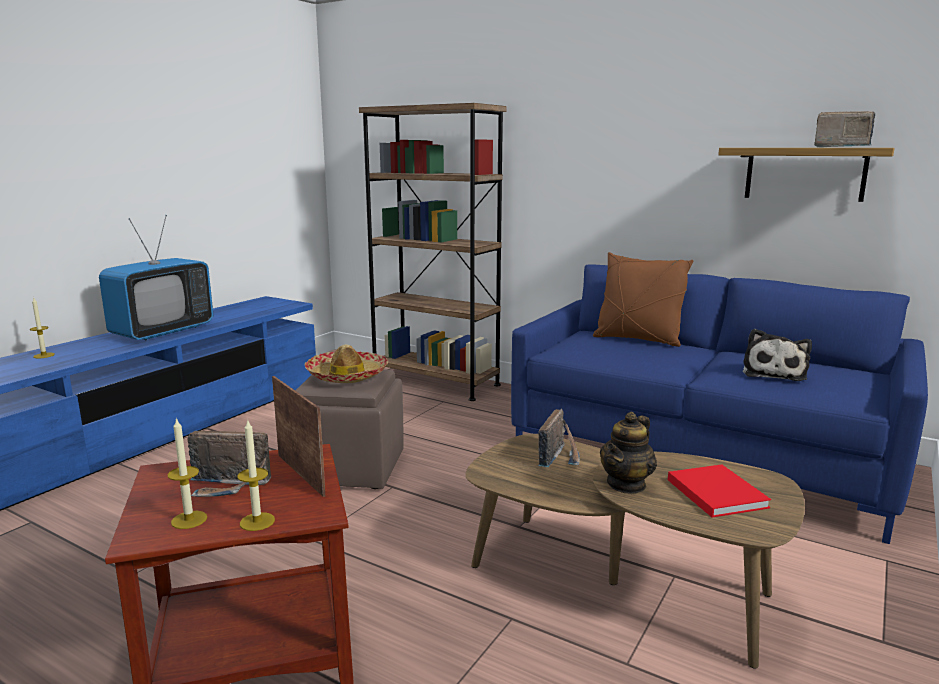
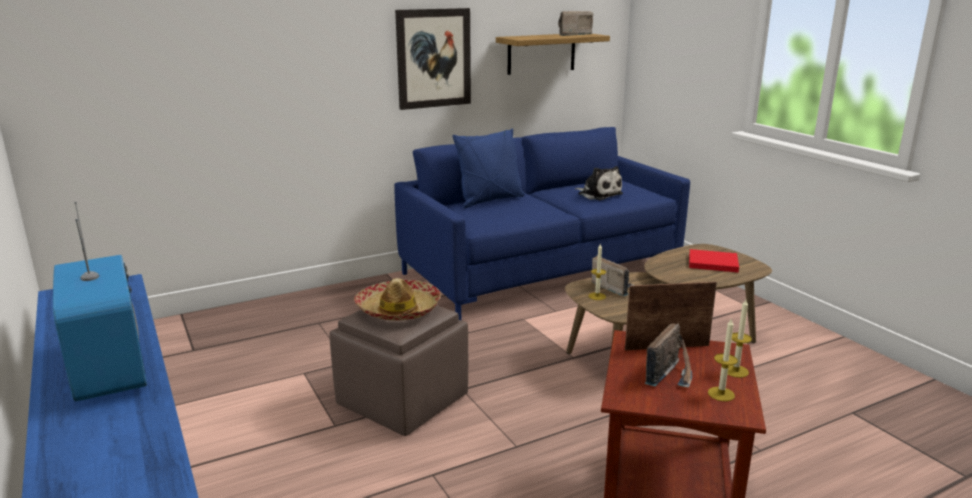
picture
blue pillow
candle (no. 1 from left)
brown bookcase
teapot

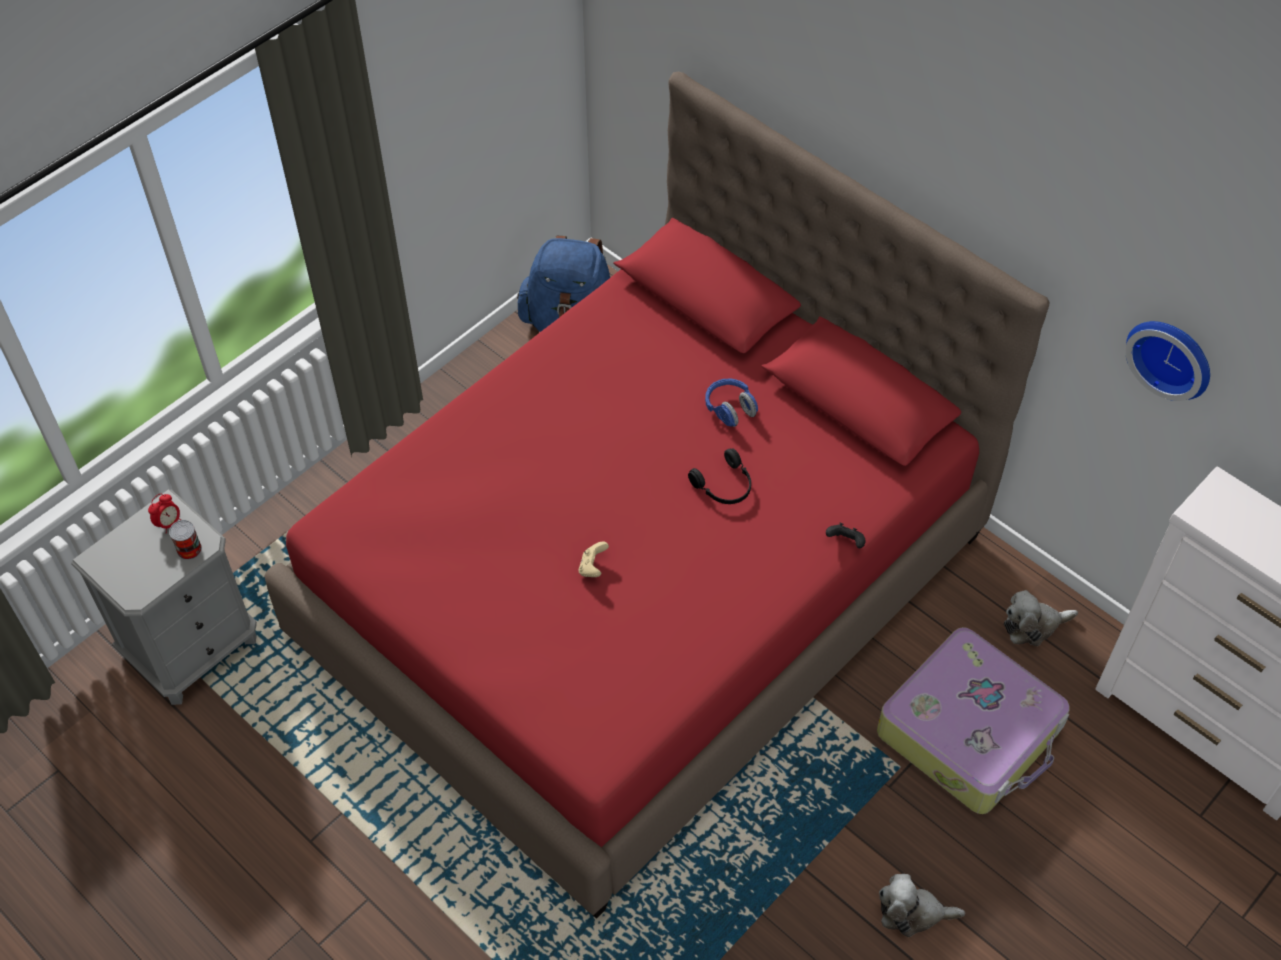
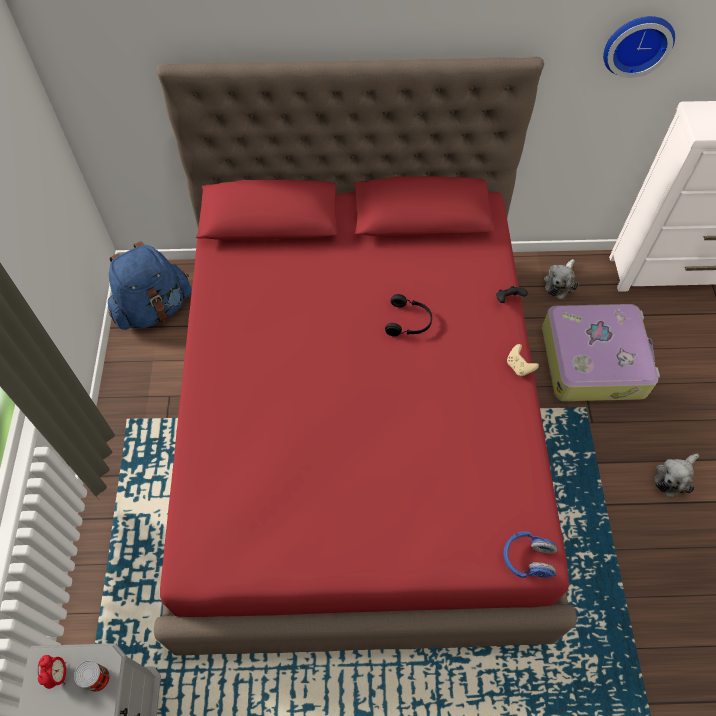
blue headphones
beige game controller

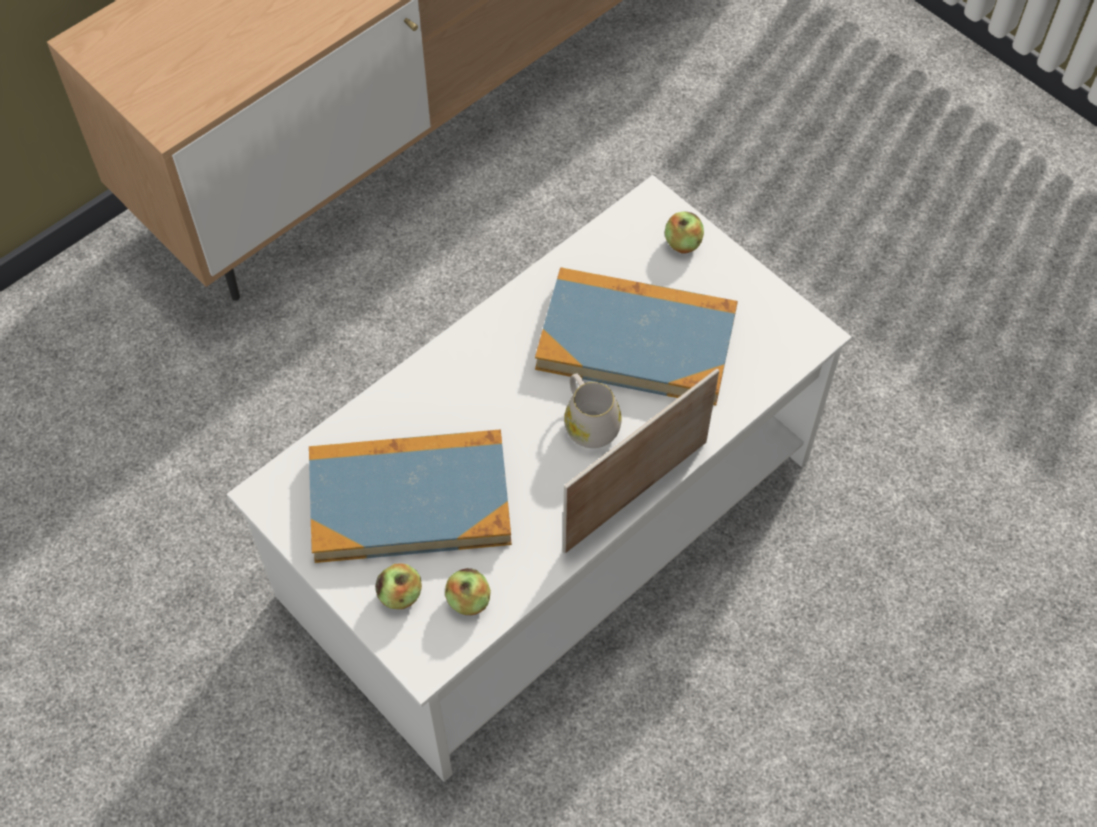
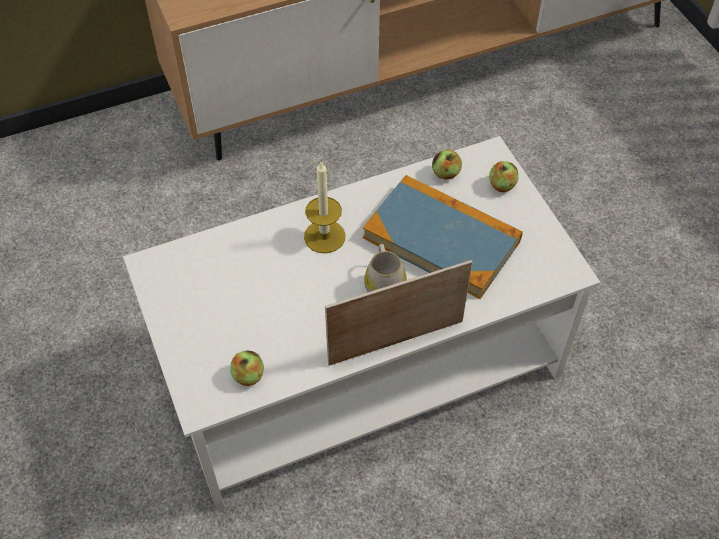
candle
apple (no. 2 from left)
book (no. 1 from left in the first image)

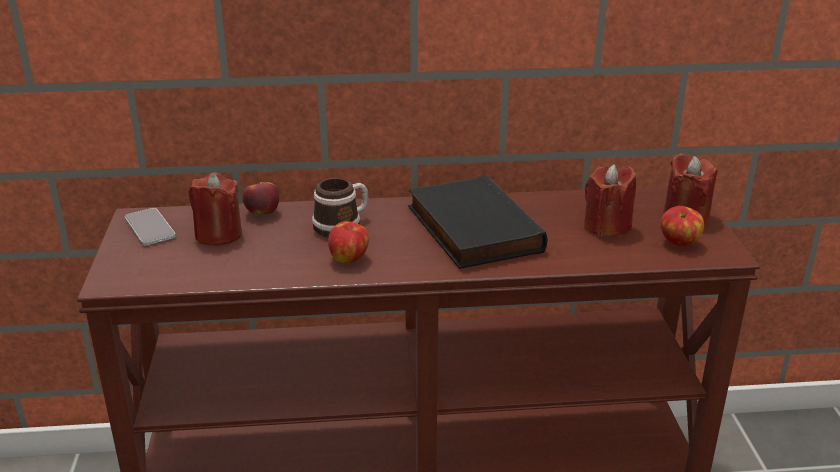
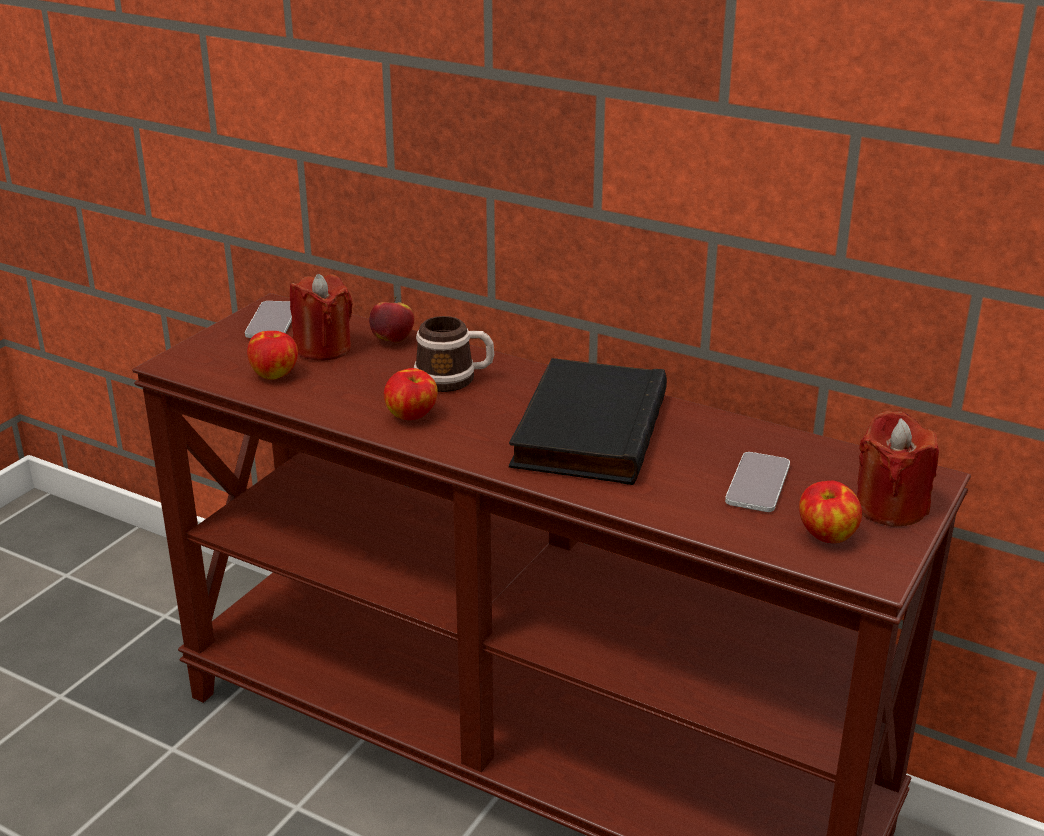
apple (no. 1 from left)
phone (no. 2 from left)

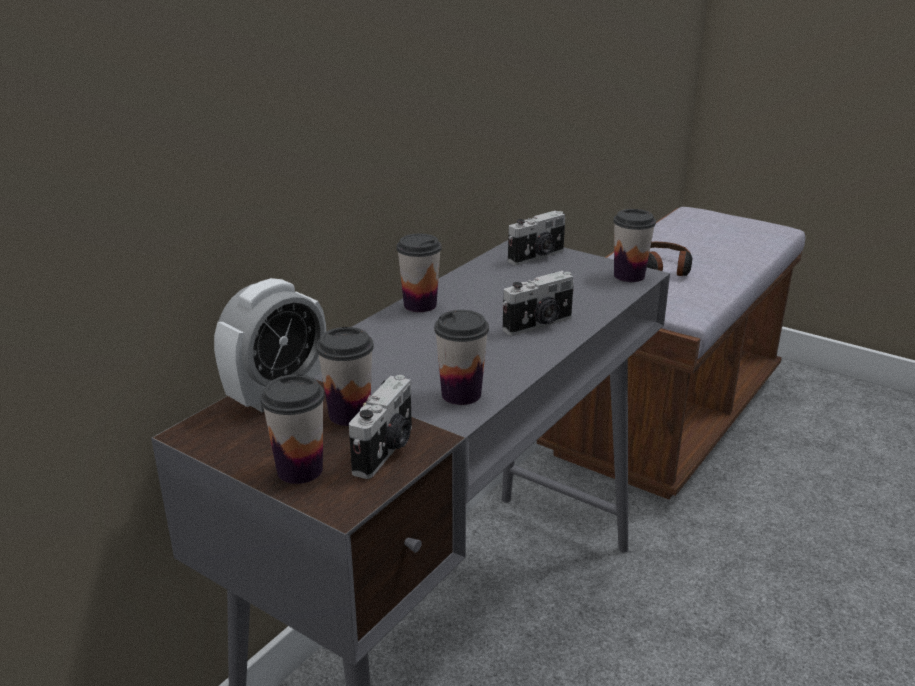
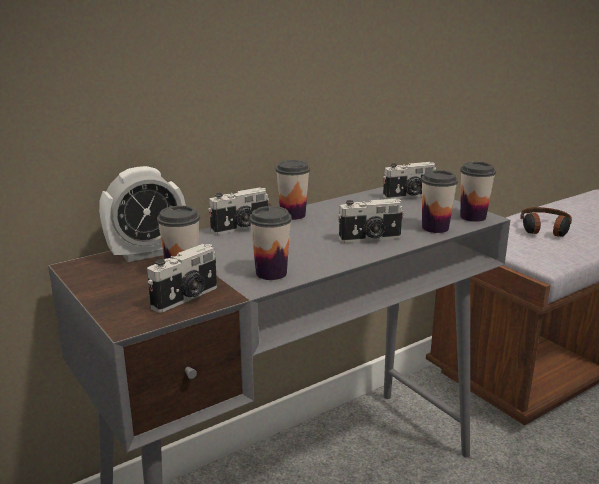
photo camera (no. 2 from left)
cup (no. 4 from left)

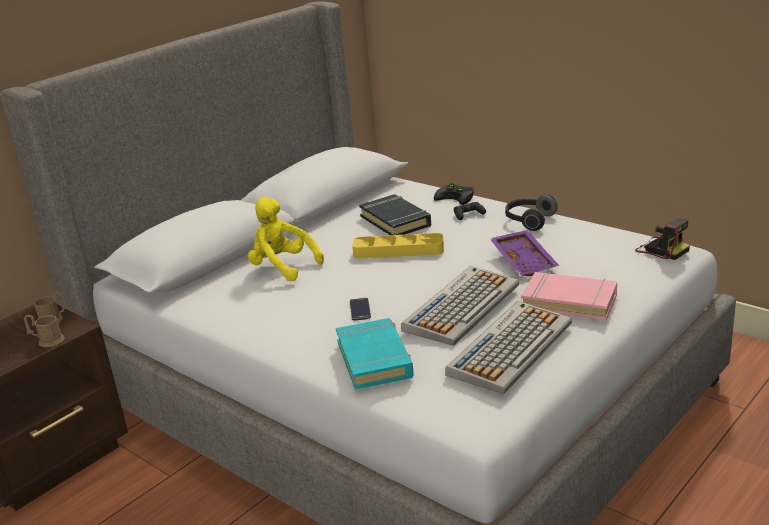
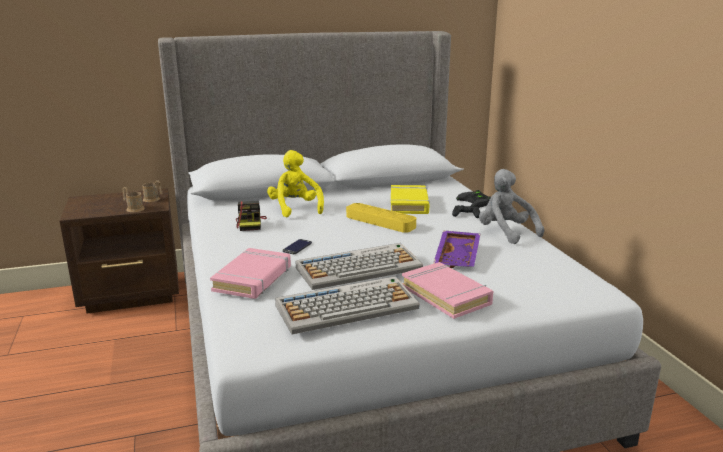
pink book (no. 1 from left)
photo camera
yellow book
grey plush toy

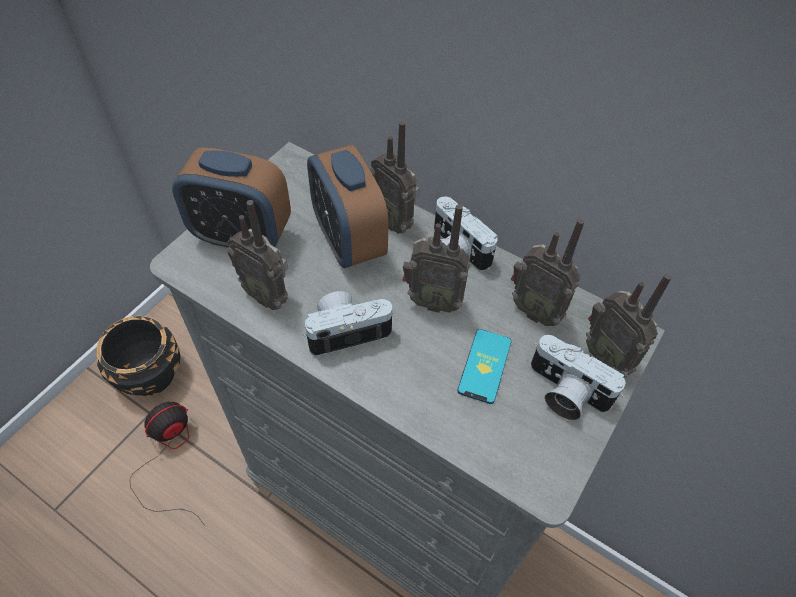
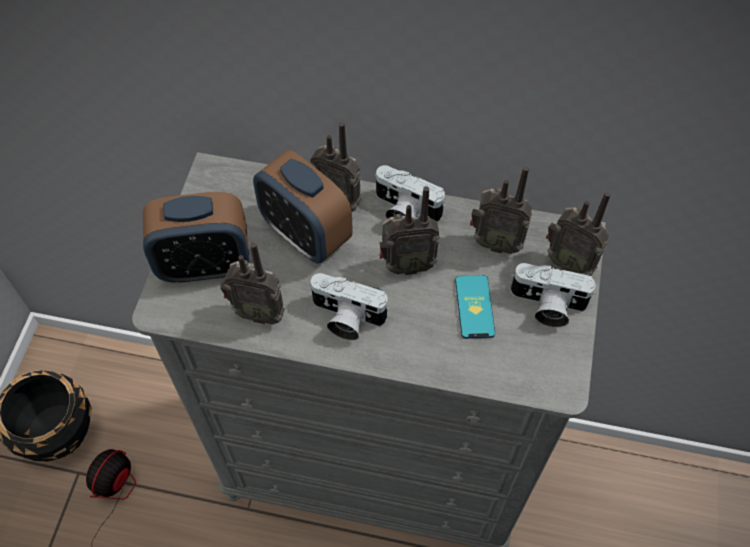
photo camera (no. 1 from left)

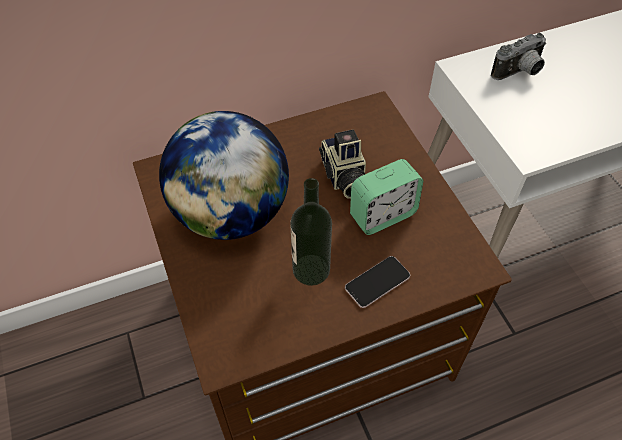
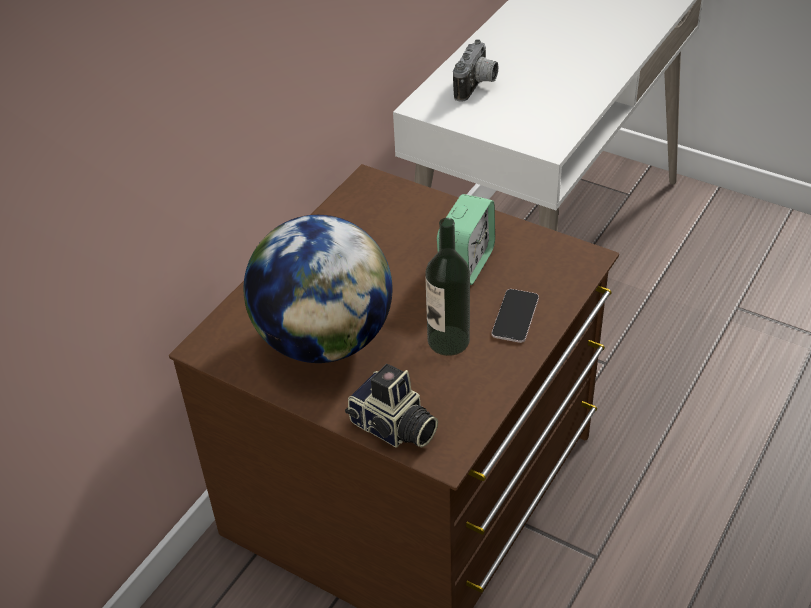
photo camera (no. 1 from left)

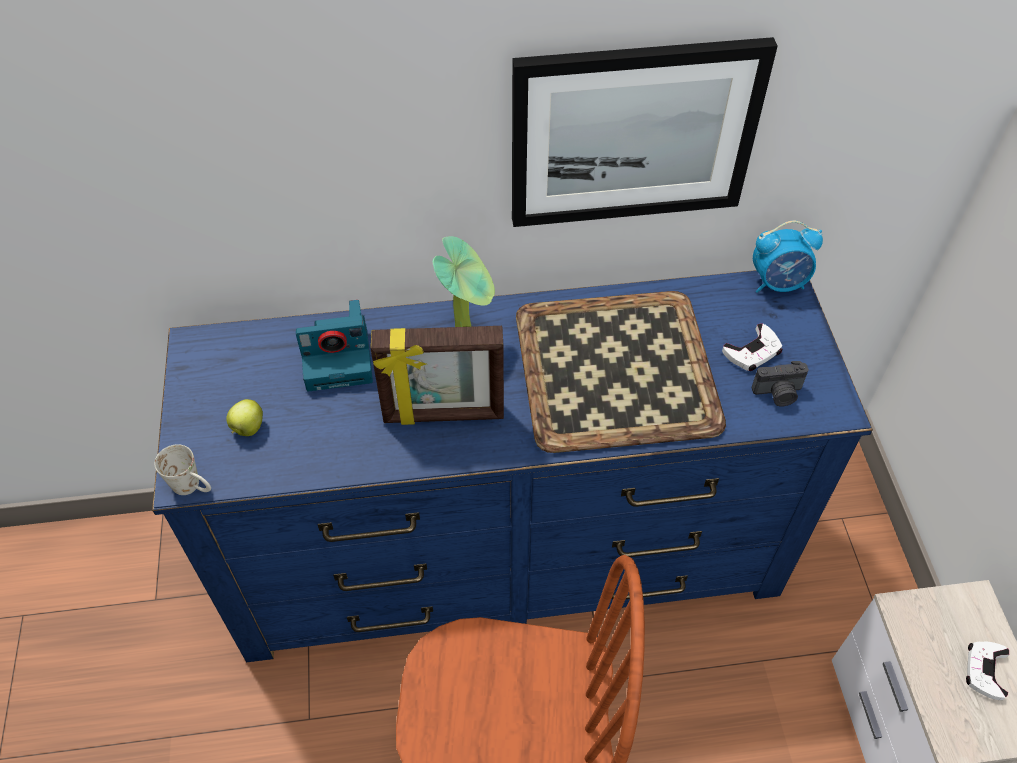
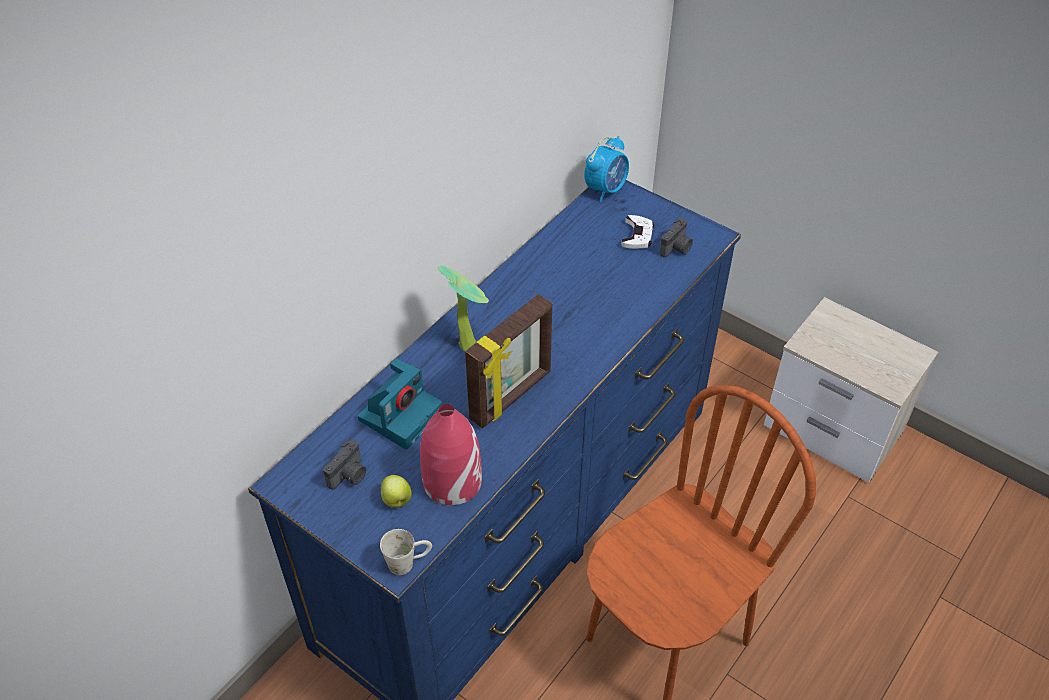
photo camera (no. 1 from left)
red vase
picture
tray
white game controller (no. 2 from left in the first image)

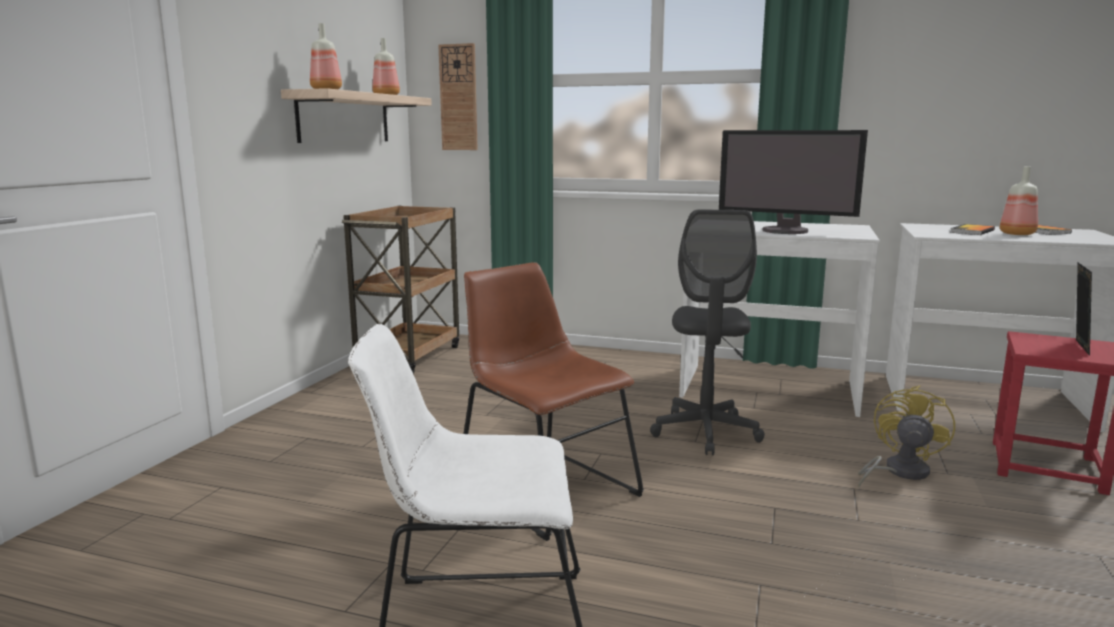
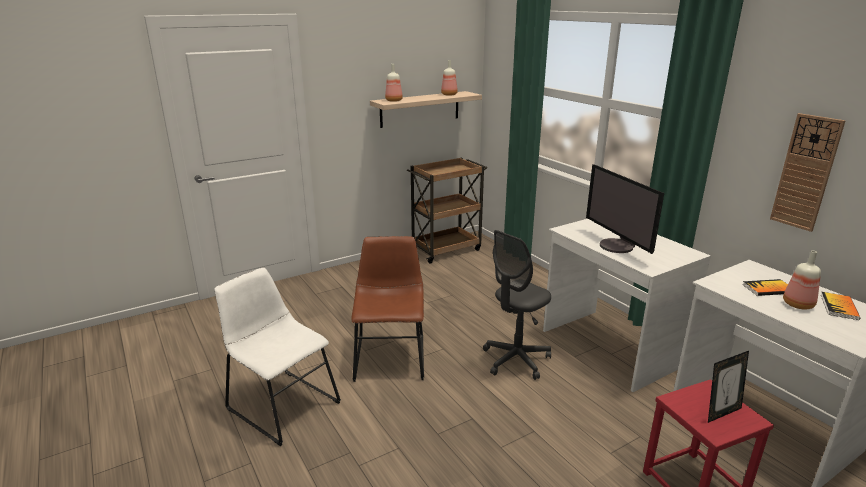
wall clock
yellow fan

